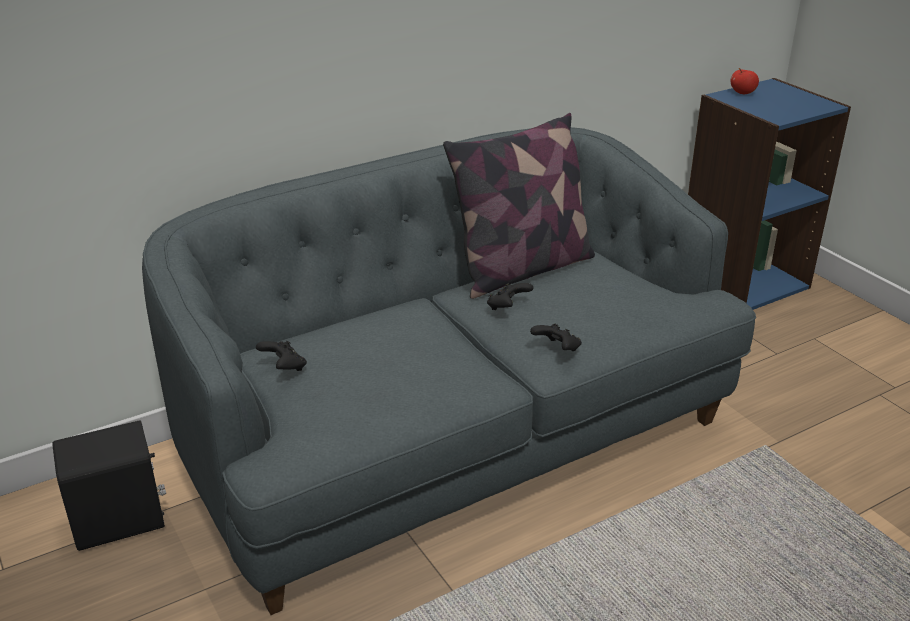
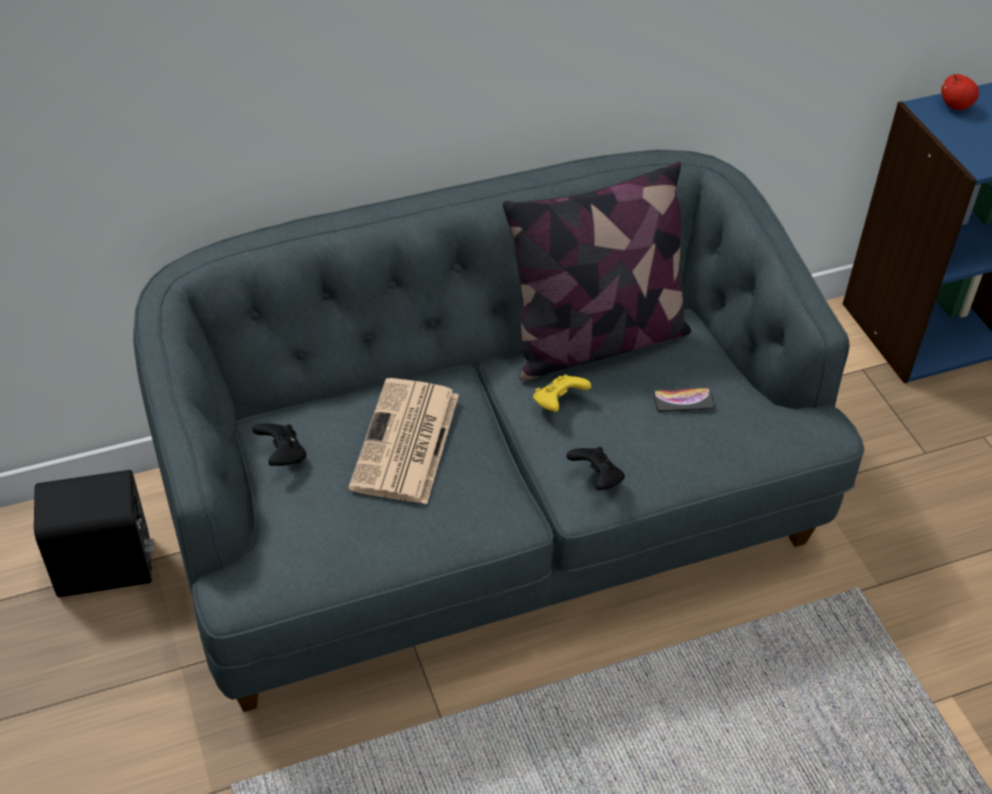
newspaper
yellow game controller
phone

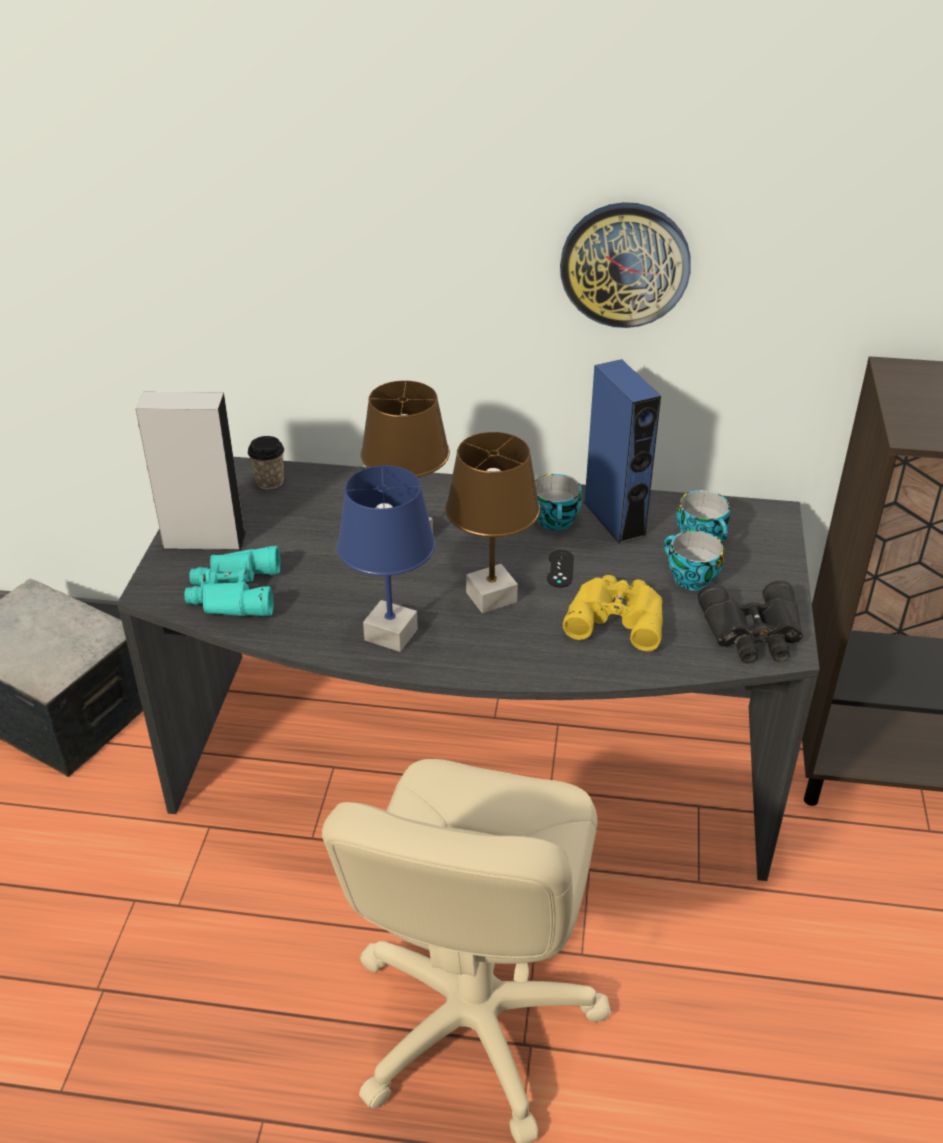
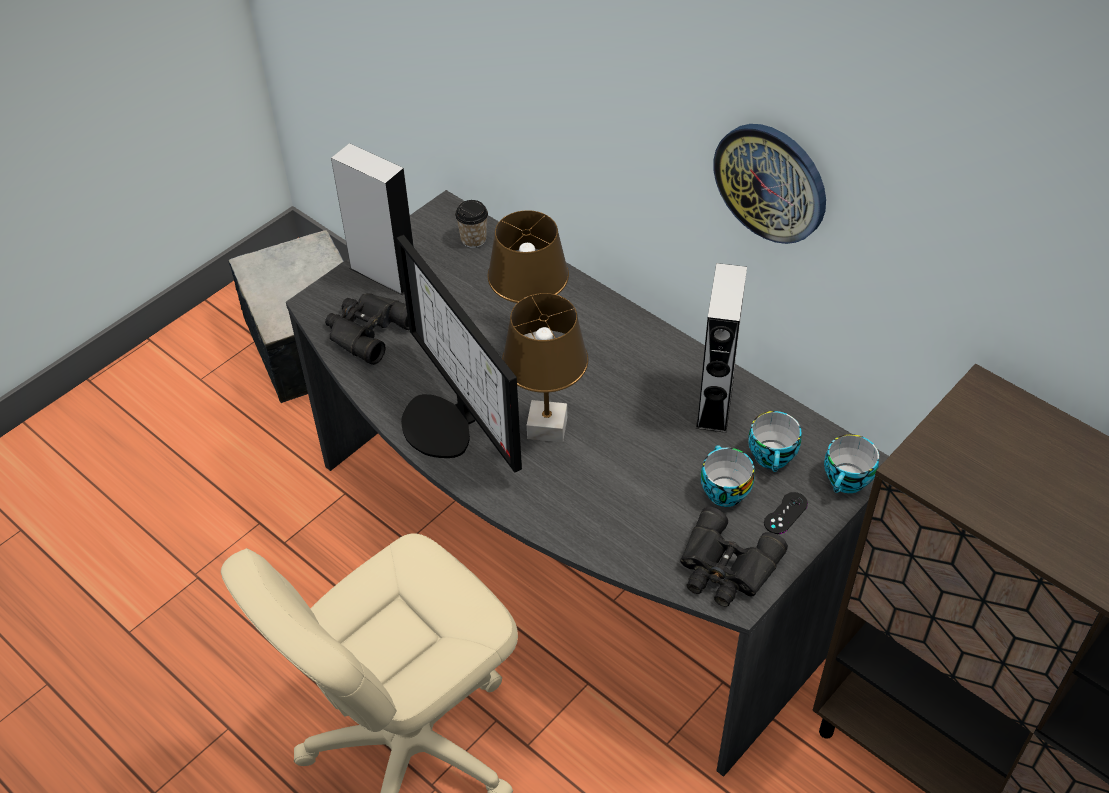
black binoculars (no. 1 from left)
monitor
grey speaker (no. 2 from left)
black game controller
cup (no. 4 from left)
yellow binoculars

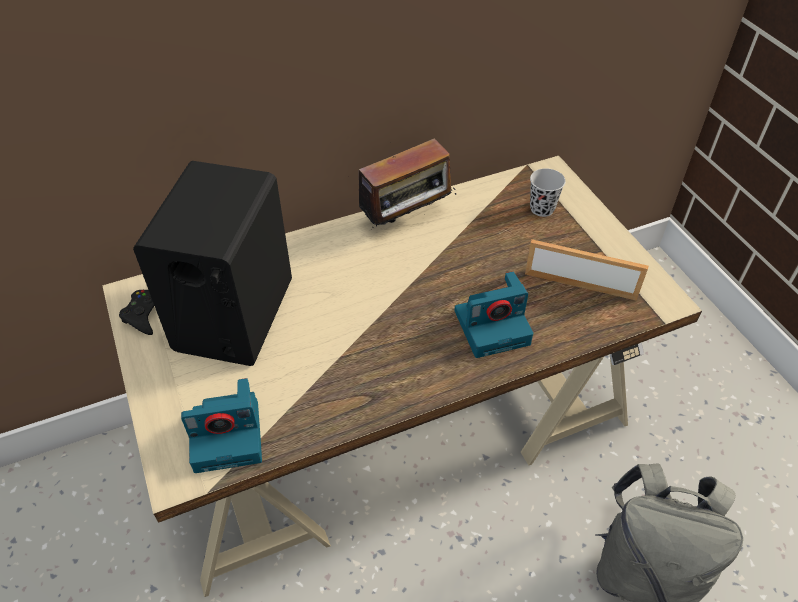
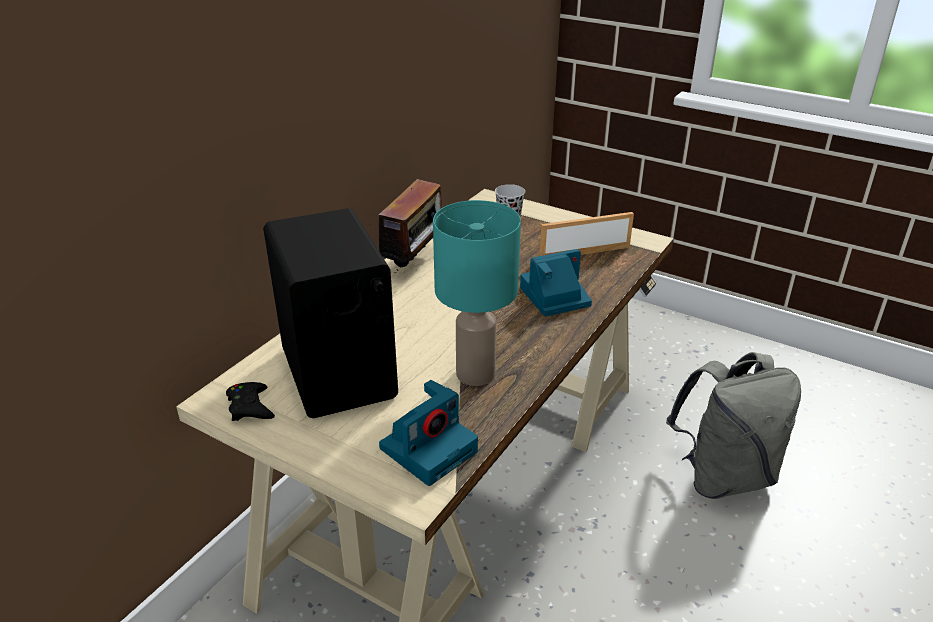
turquoise table lamp
photo camera (no. 2 from left)

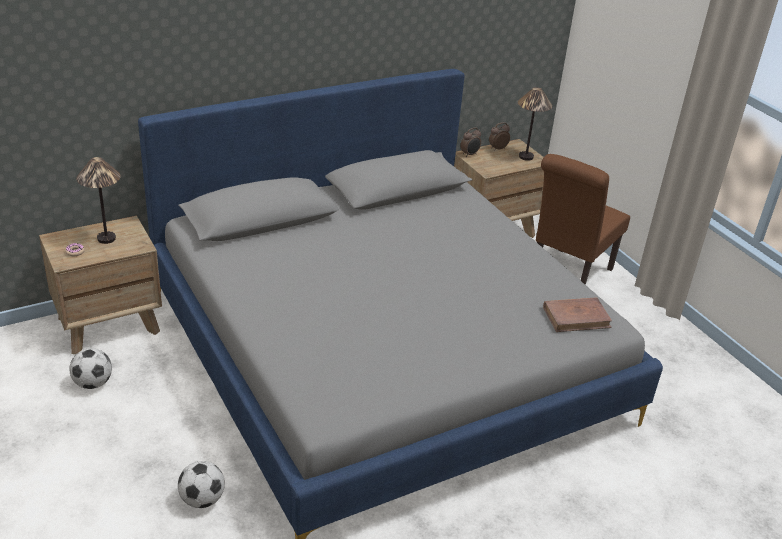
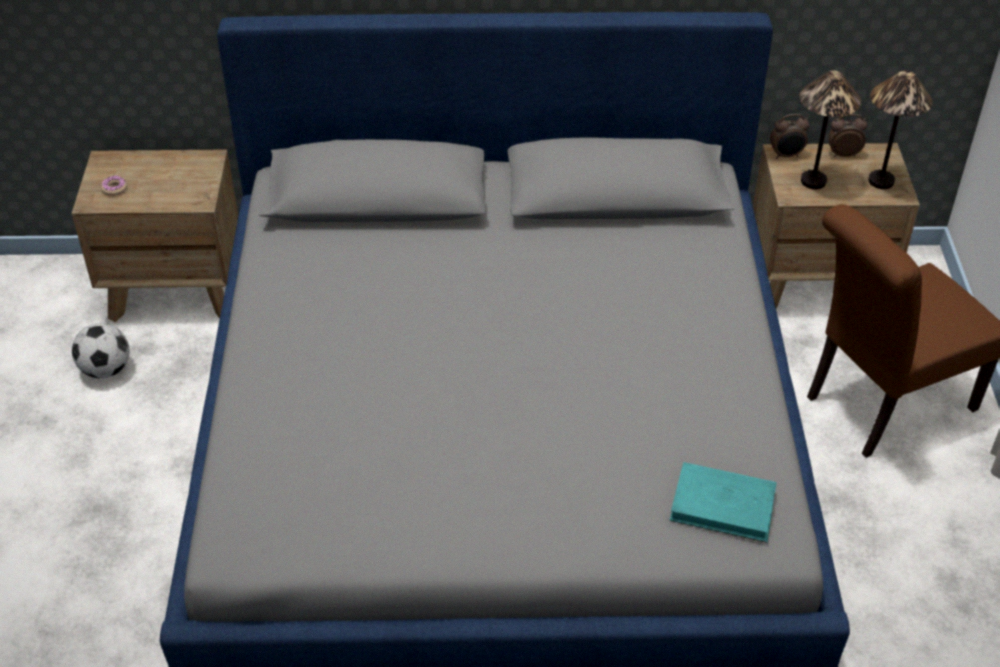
turquoise book
table lamp (no. 1 from left)
football (no. 2 from left in the first image)

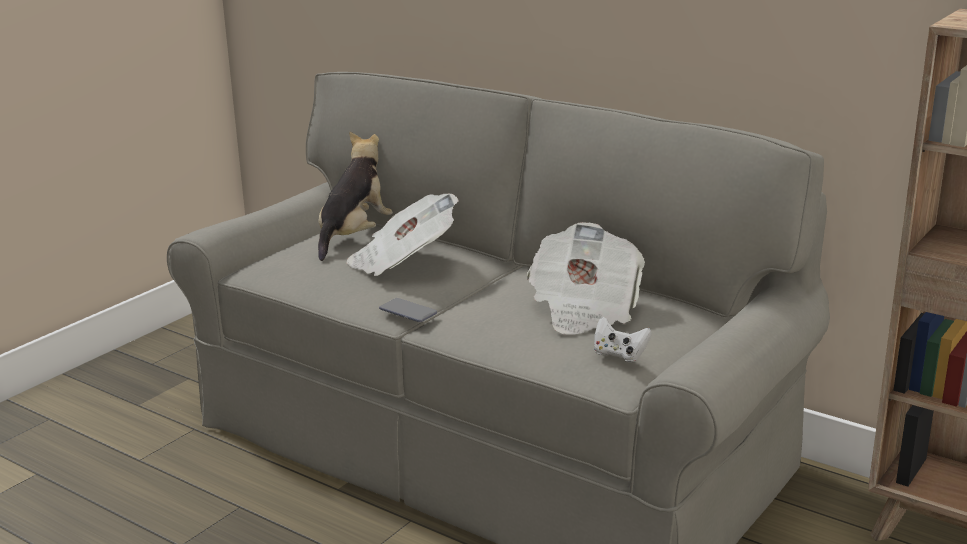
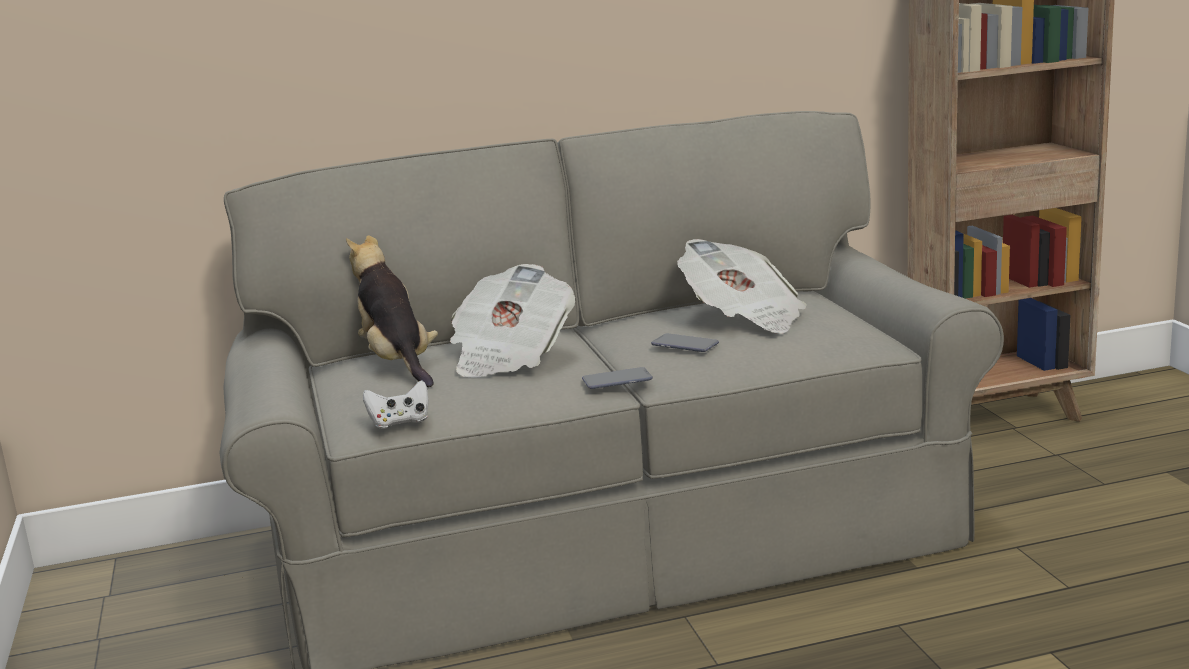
white game controller
phone (no. 2 from left)

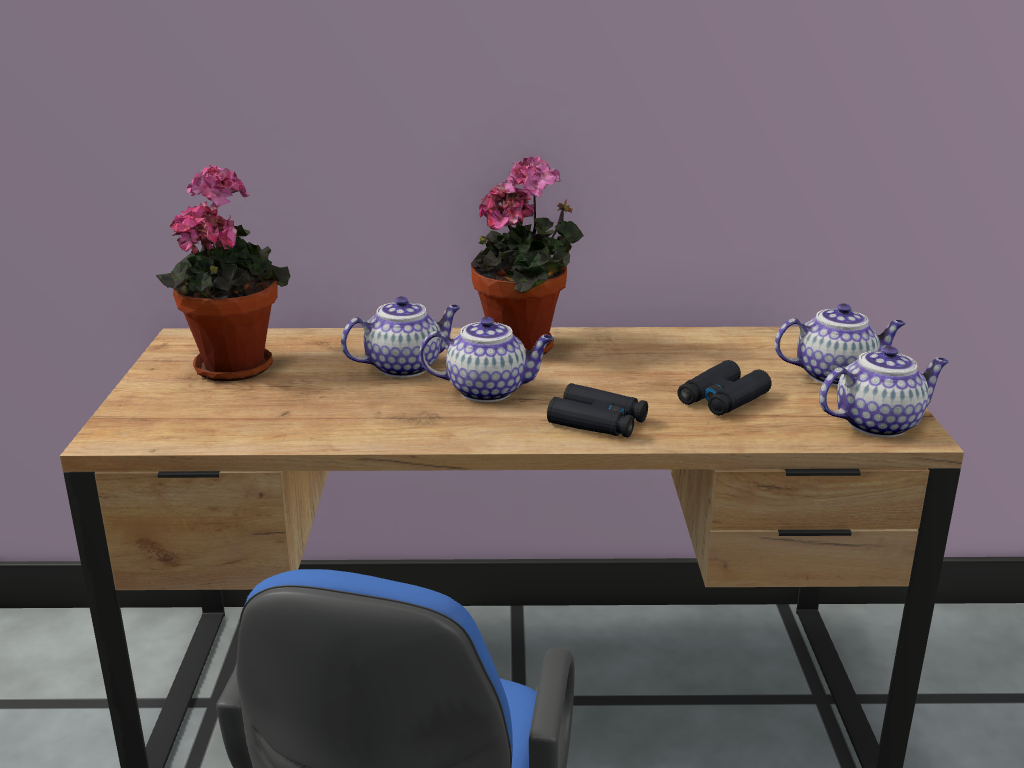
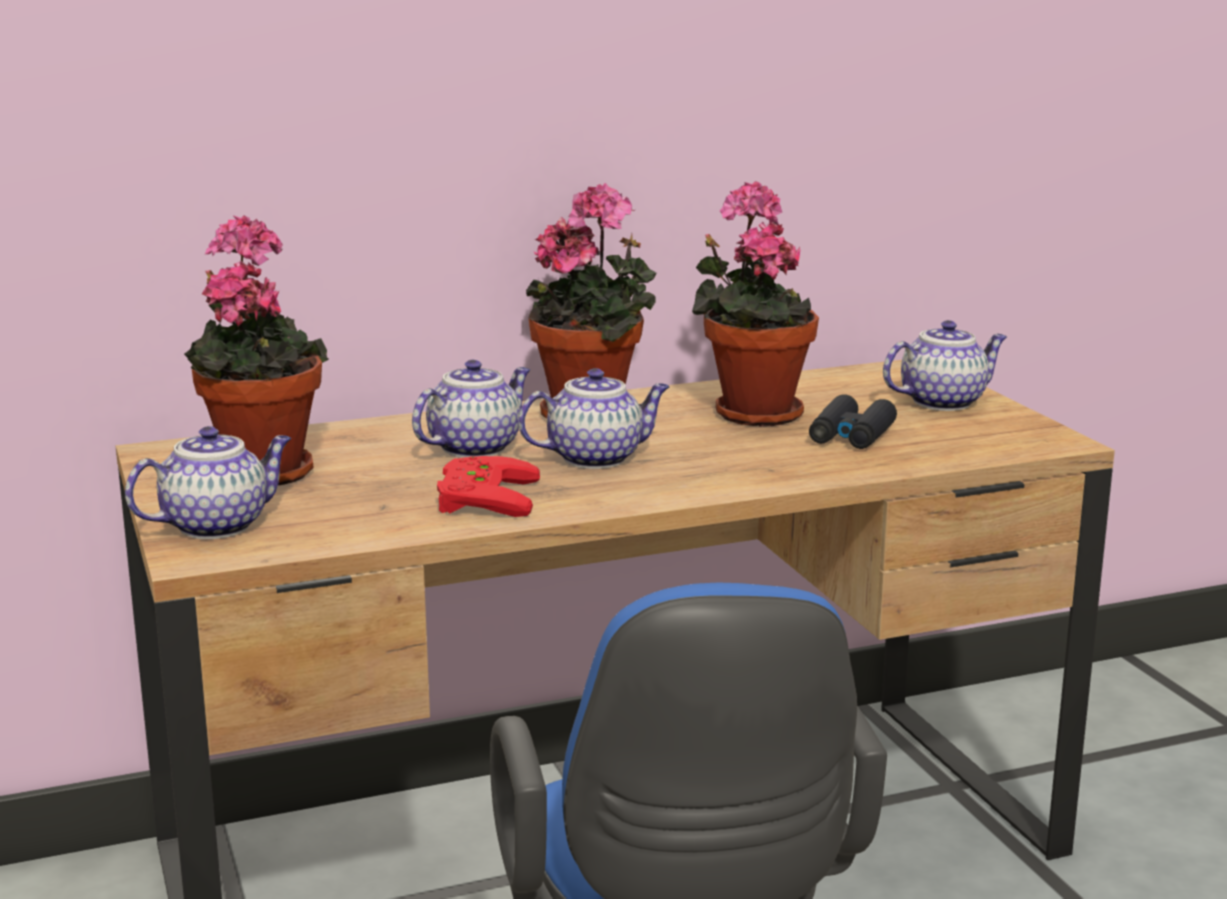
teapot (no. 1 from left)
red game controller
potted plant (no. 3 from left)
black binoculars (no. 1 from left in the first image)

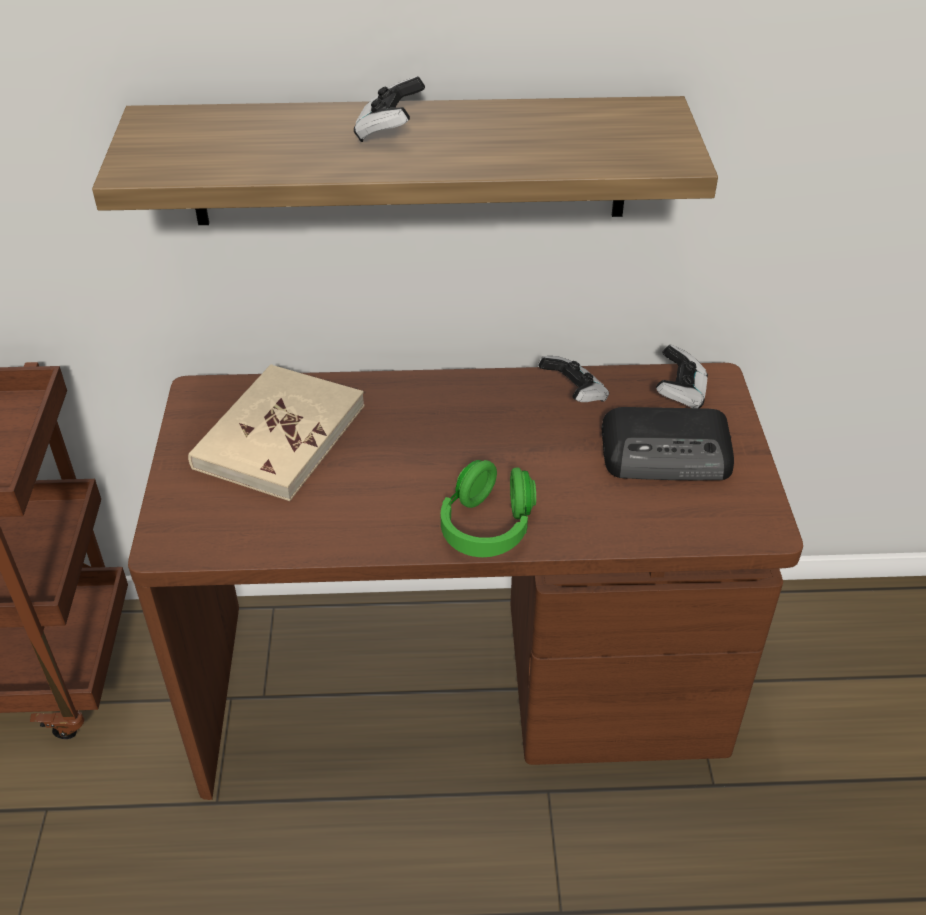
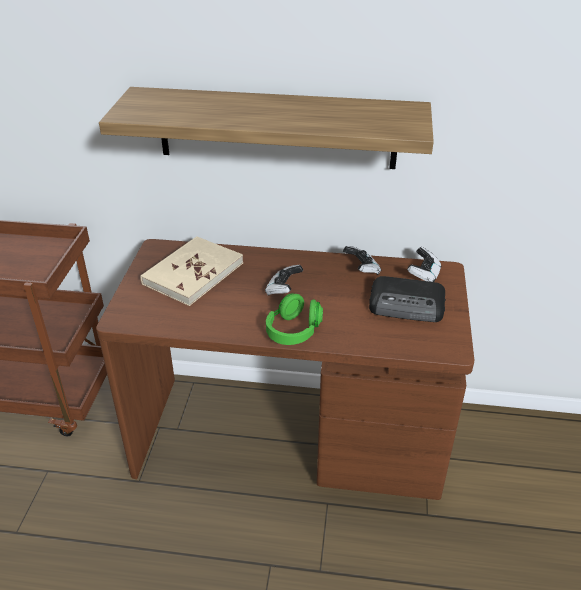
game controller (no. 1 from left)

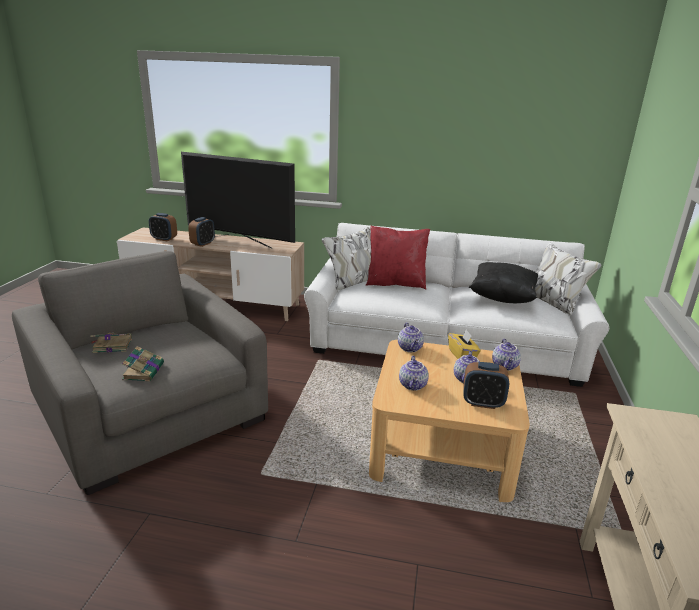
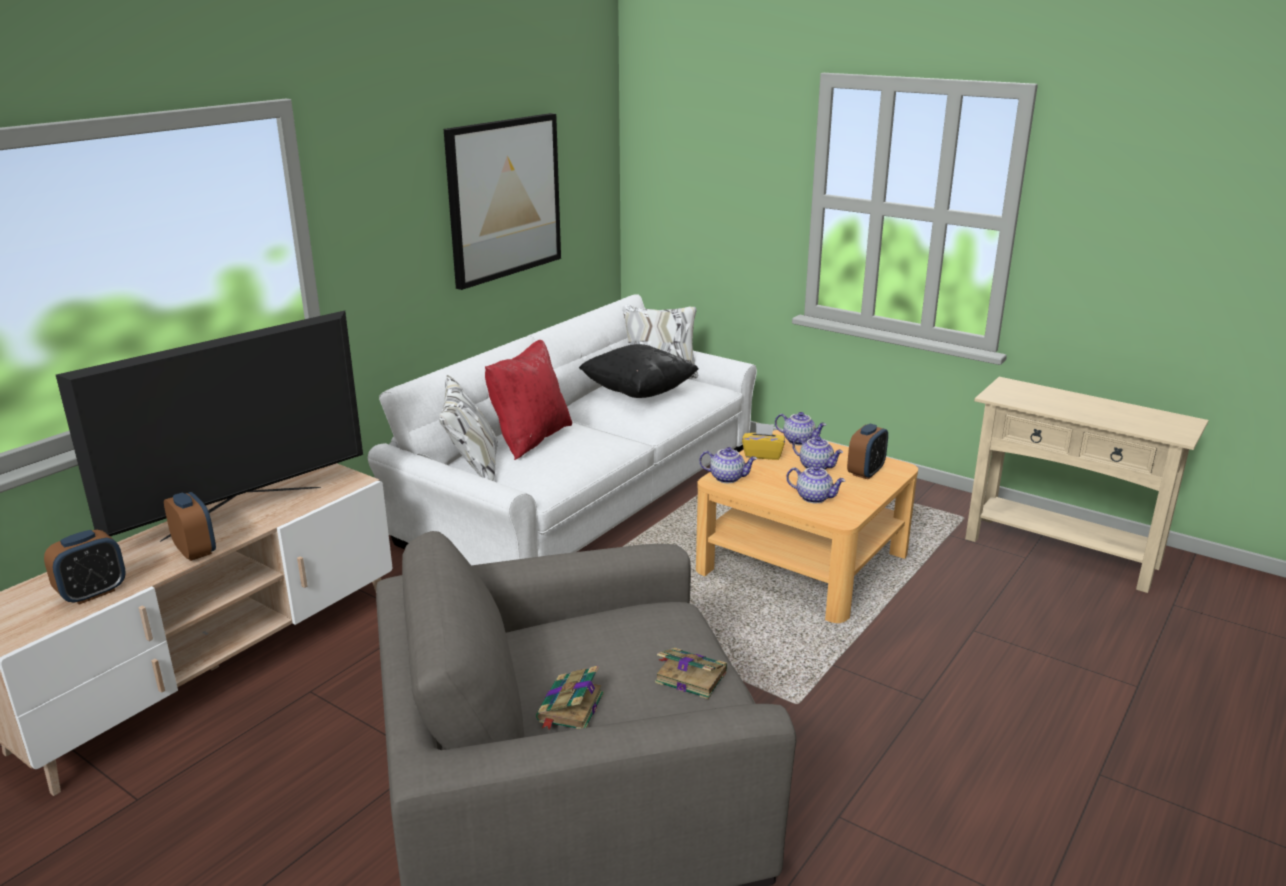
picture

